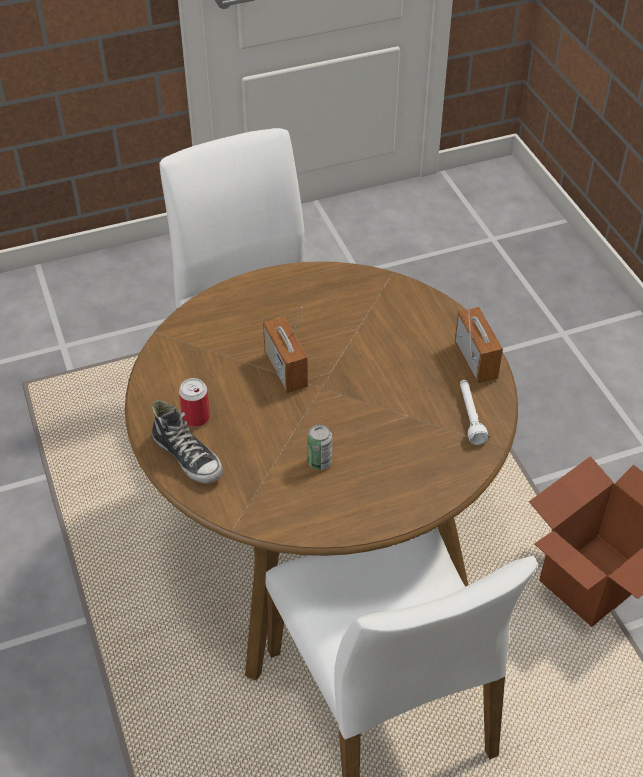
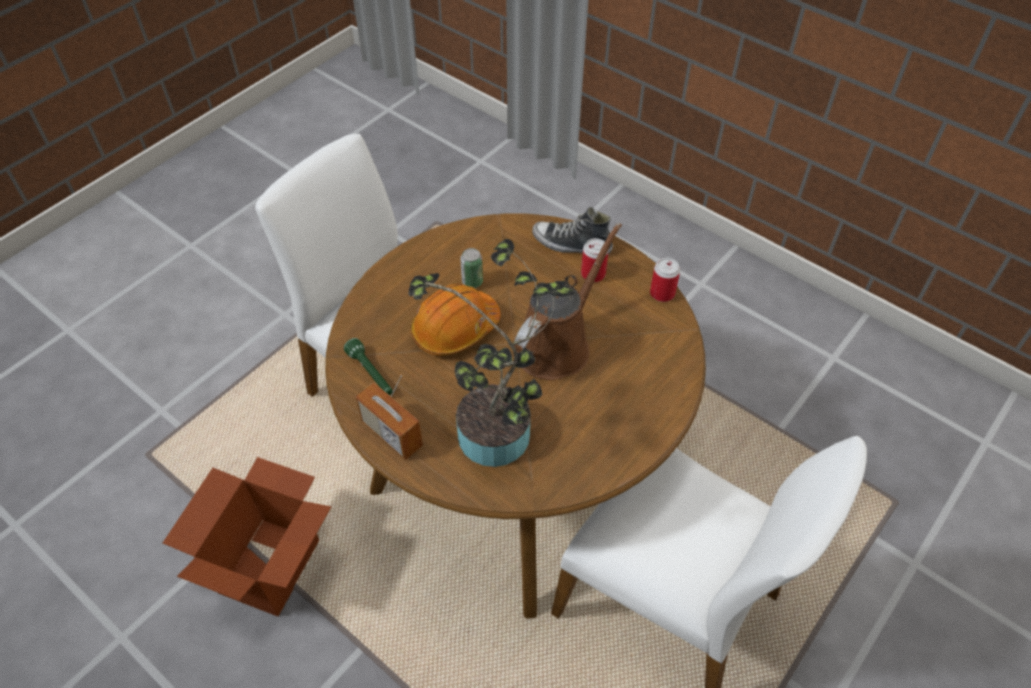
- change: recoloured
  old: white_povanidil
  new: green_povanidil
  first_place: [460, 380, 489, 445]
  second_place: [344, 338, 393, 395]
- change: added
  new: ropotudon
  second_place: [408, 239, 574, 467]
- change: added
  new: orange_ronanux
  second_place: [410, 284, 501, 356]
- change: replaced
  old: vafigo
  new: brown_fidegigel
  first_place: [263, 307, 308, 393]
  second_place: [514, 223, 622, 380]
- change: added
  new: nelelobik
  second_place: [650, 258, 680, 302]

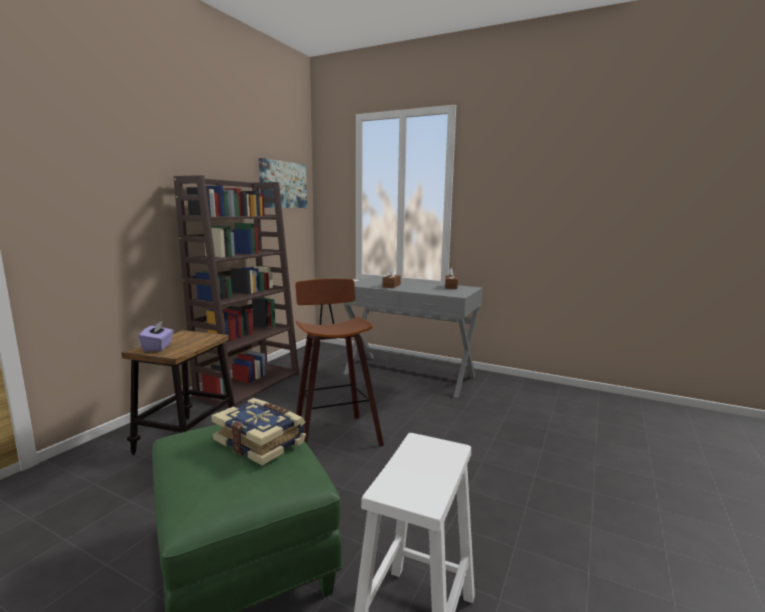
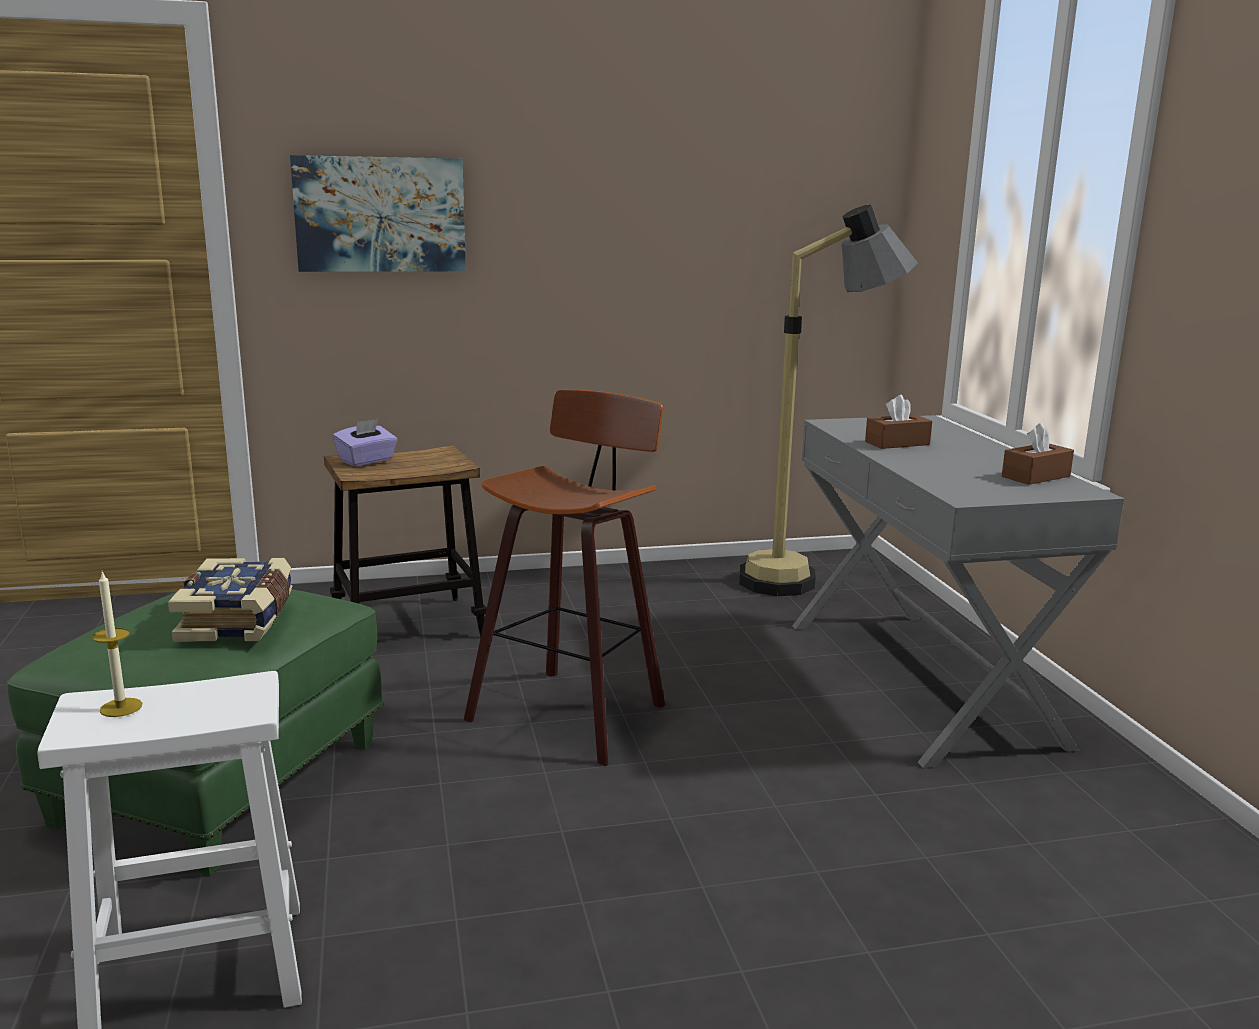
- change: added
  new: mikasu
  second_place: [92, 572, 142, 717]
- change: moved
  old: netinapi
  first_place: [259, 158, 307, 208]
  second_place: [290, 155, 466, 272]
- change: added
  new: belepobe
  second_place: [739, 204, 918, 596]
- change: removed
  old: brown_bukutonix
  first_place: [174, 175, 299, 408]

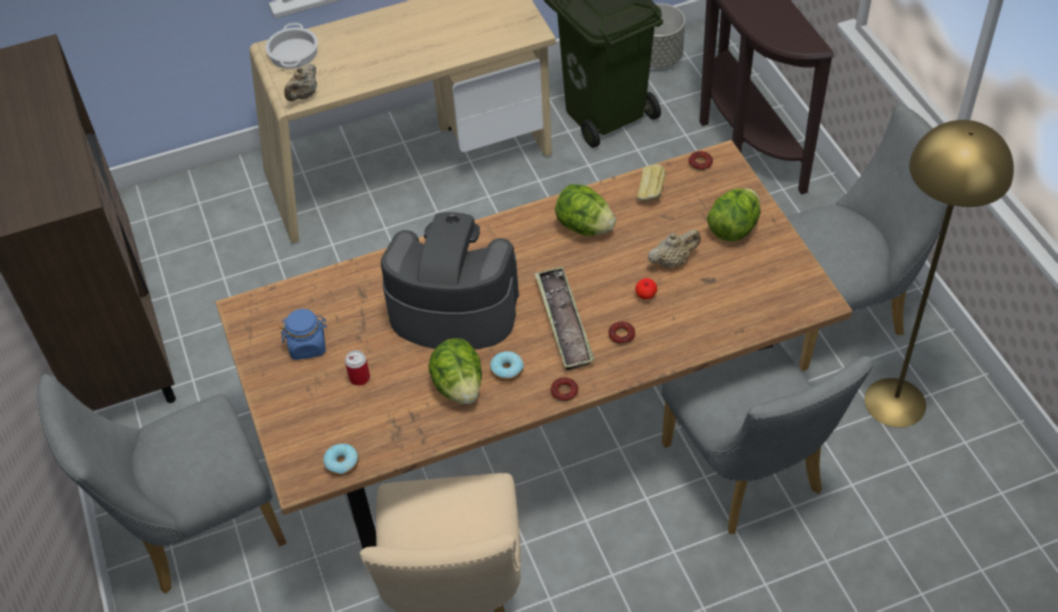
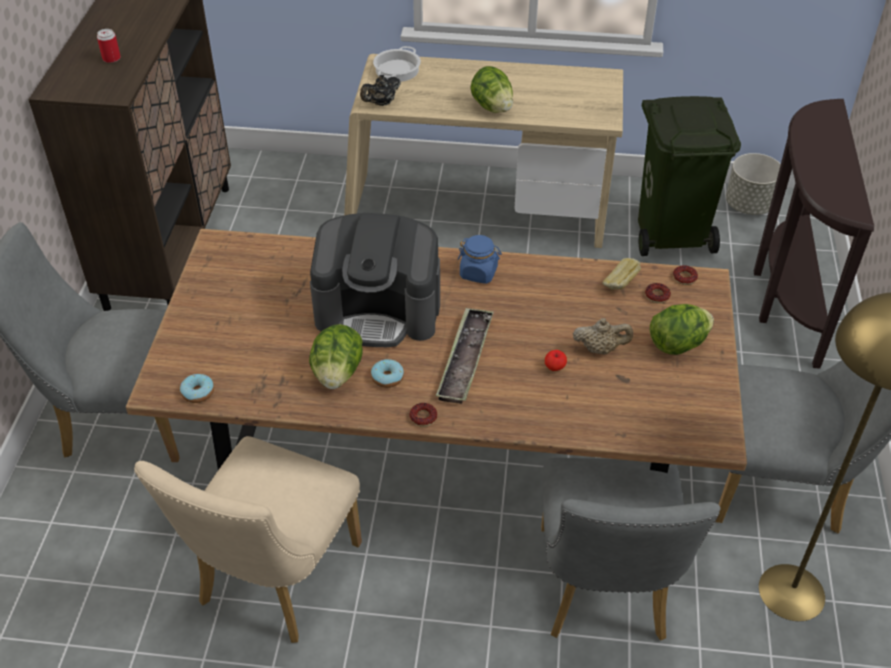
- change: moved
  old: nelelobik
  first_place: [345, 350, 370, 386]
  second_place: [97, 29, 121, 63]
- change: turned
  old: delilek
  first_place: [381, 212, 519, 350]
  second_place: [310, 213, 440, 347]
  degrees: 150
- change: recoloured
  old: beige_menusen
  new: black_menusen
  first_place: [284, 64, 317, 101]
  second_place: [360, 75, 401, 106]
- change: moved
  old: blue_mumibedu
  first_place: [280, 309, 327, 360]
  second_place: [458, 235, 502, 284]
- change: moved
  old: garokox
  first_place: [555, 184, 616, 236]
  second_place: [470, 66, 513, 113]
- change: moved
  old: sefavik
  first_place: [608, 321, 635, 345]
  second_place: [645, 283, 671, 303]

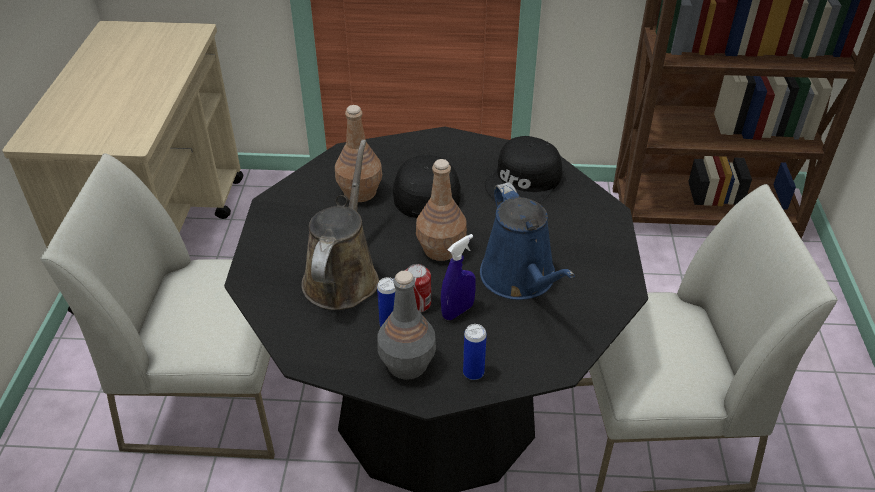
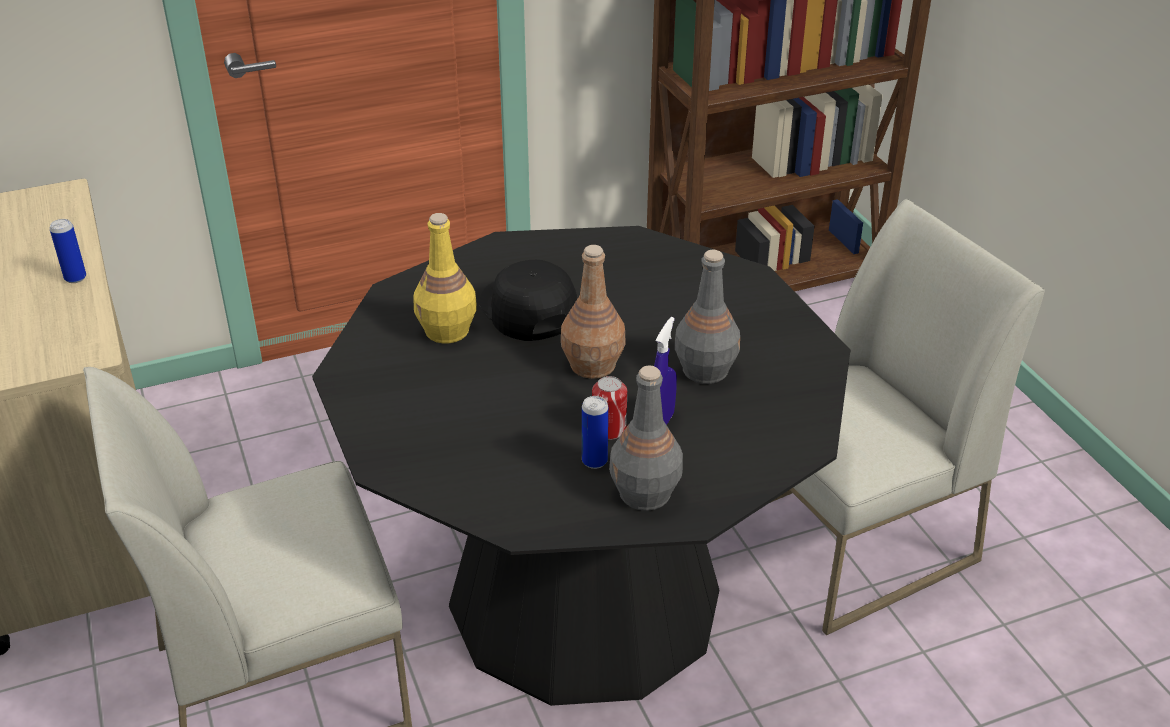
- change: moved
  old: nelelobik
  first_place: [463, 324, 487, 380]
  second_place: [50, 219, 86, 283]
- change: recoloured
  old: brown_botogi
  new: yellow_botogi
  first_place: [335, 105, 382, 202]
  second_place: [413, 213, 477, 344]
- change: replaced
  old: blue_fidegigel
  new: grey_botogi
  first_place: [480, 182, 575, 300]
  second_place: [675, 250, 740, 384]
- change: removed
  old: brown_fidegigel
  first_place: [301, 140, 379, 310]
- change: removed
  old: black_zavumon
  first_place: [485, 136, 562, 203]

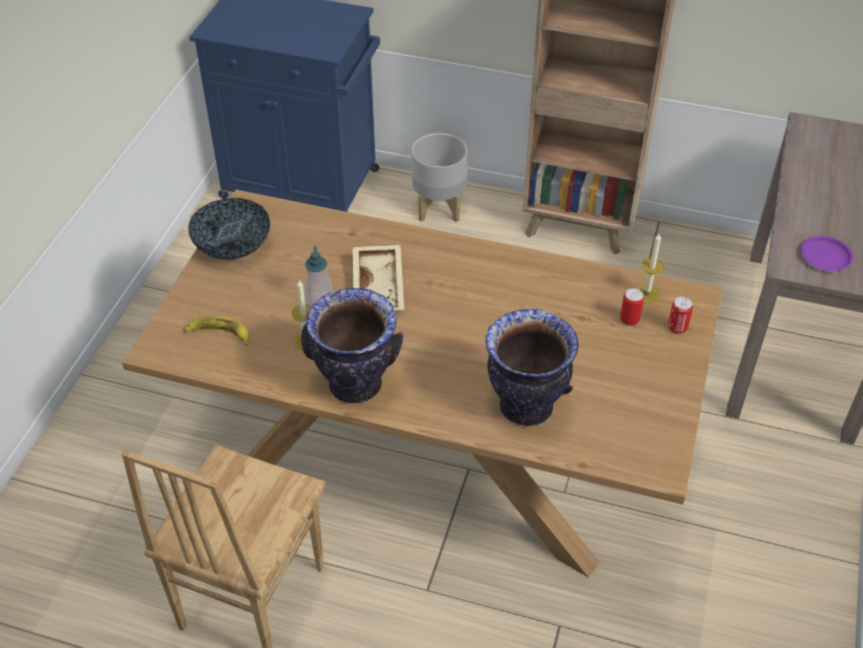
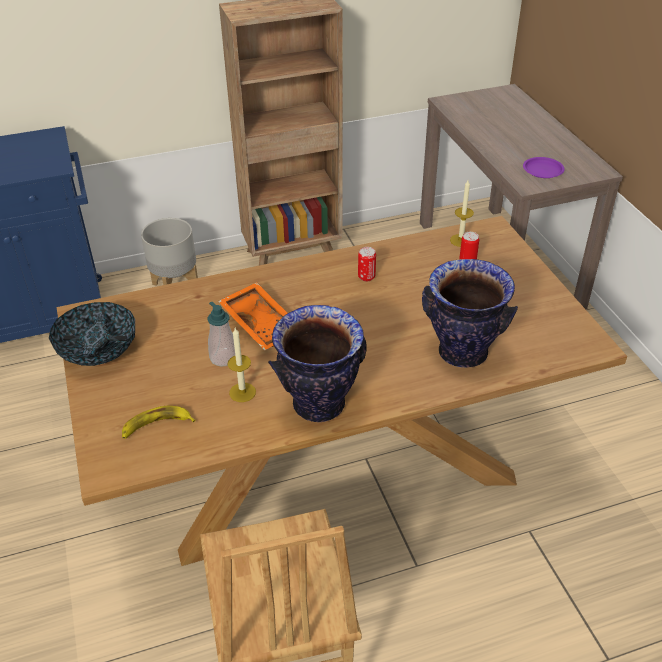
- change: recoloured
  old: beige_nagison
  new: orange_nagison
  first_place: [352, 245, 404, 311]
  second_place: [218, 282, 288, 351]
- change: moved
  old: nelelobik
  first_place: [668, 296, 693, 334]
  second_place: [358, 247, 376, 281]

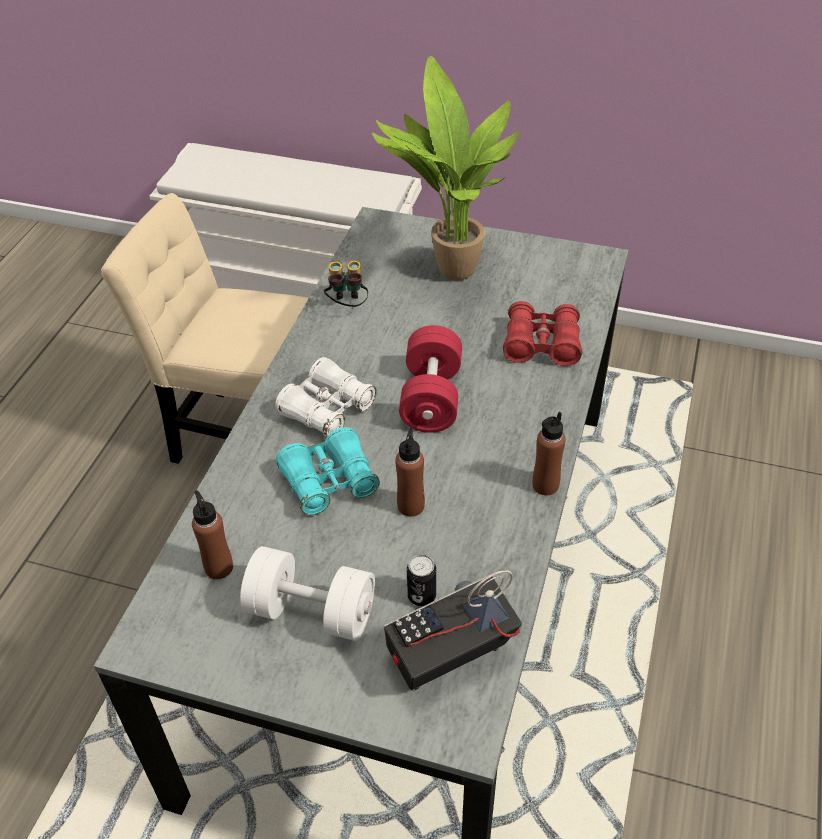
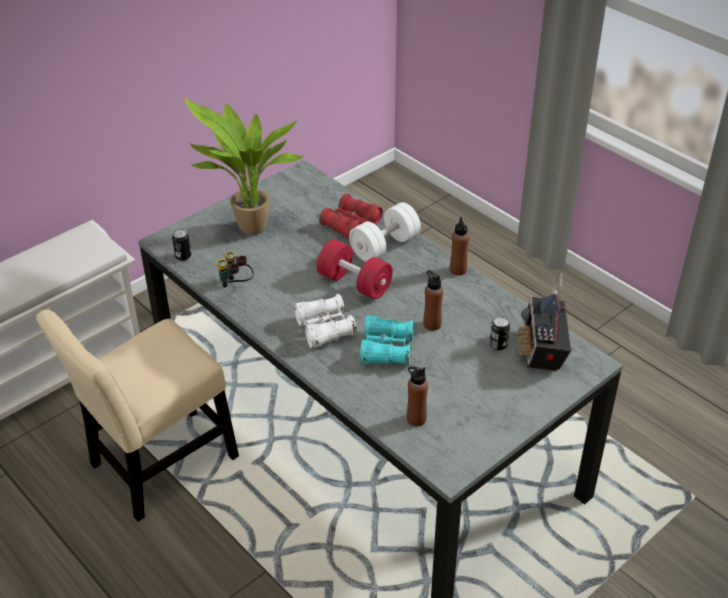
- change: added
  new: nelelobik
  second_place: [172, 229, 191, 261]
- change: moved
  old: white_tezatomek
  first_place: [240, 546, 375, 641]
  second_place: [349, 202, 421, 262]

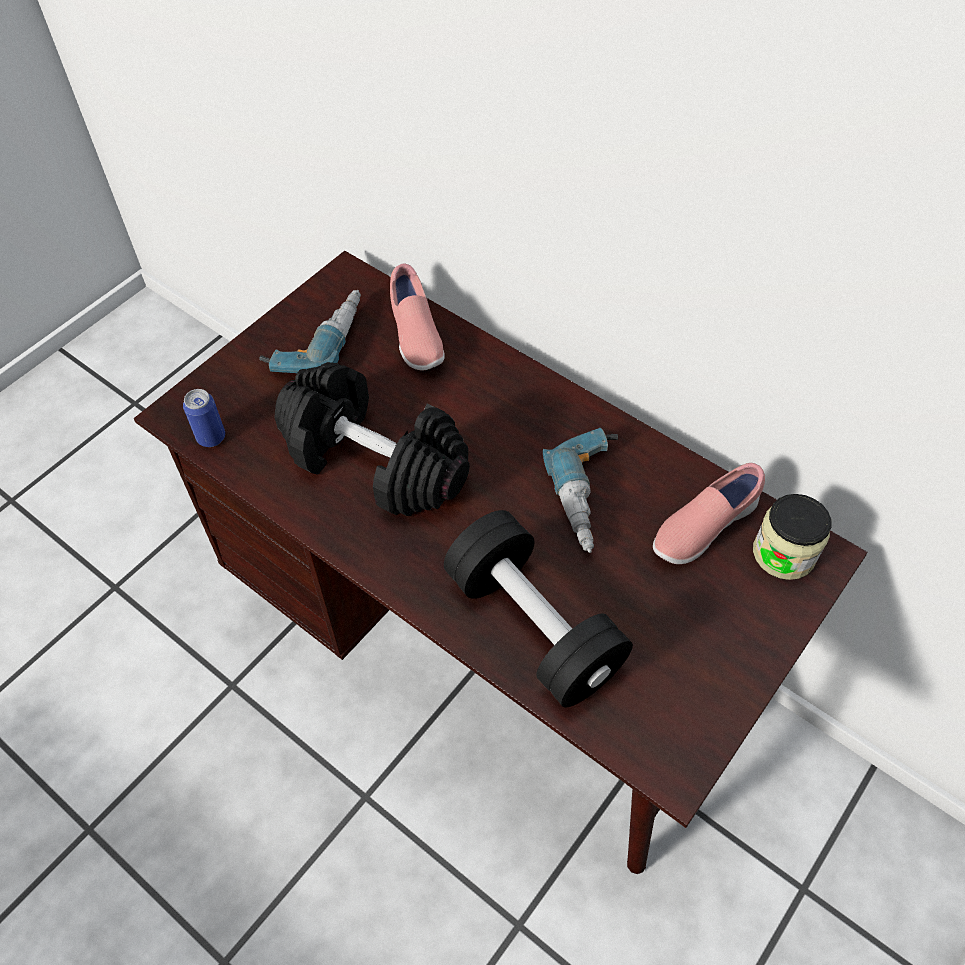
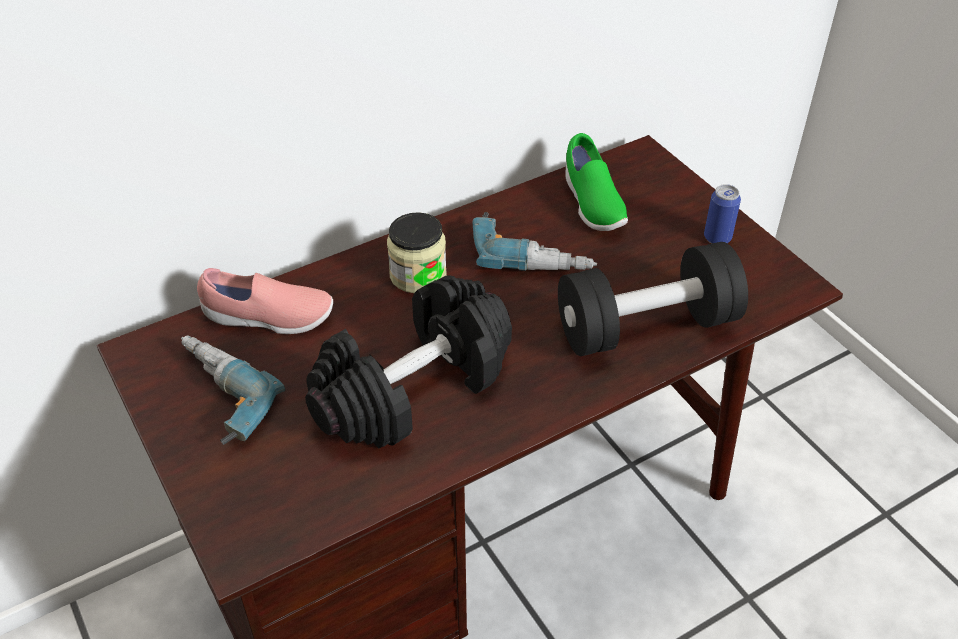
- change: moved
  old: mumibedu
  first_place: [753, 494, 832, 580]
  second_place: [387, 212, 447, 293]
- change: recoloured
  old: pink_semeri
  new: green_semeri
  first_place: [653, 463, 765, 564]
  second_place: [566, 133, 628, 231]
- change: moved
  old: nelelobik
  first_place: [183, 389, 225, 447]
  second_place: [704, 184, 741, 244]

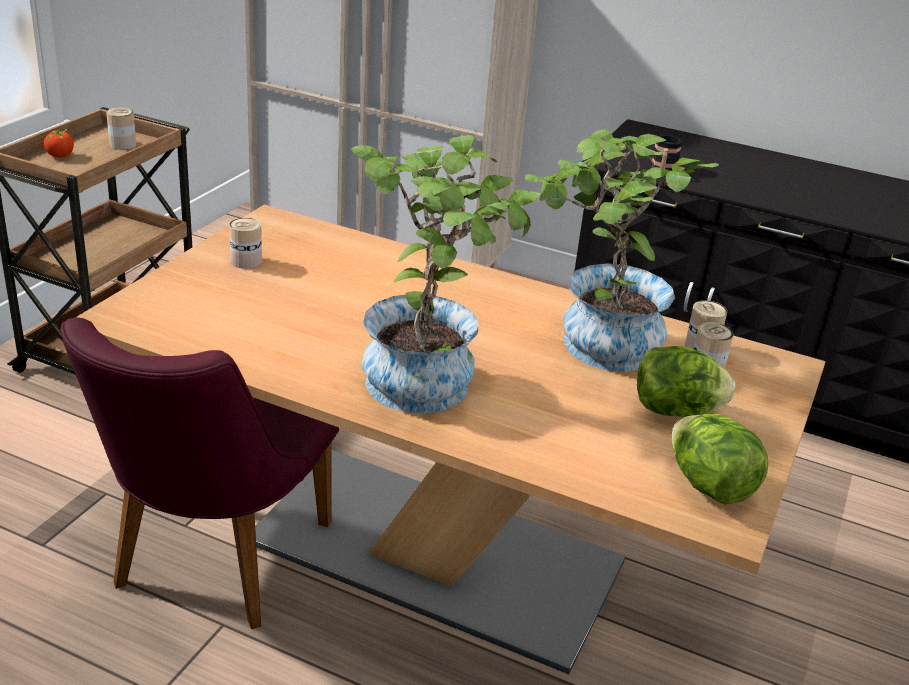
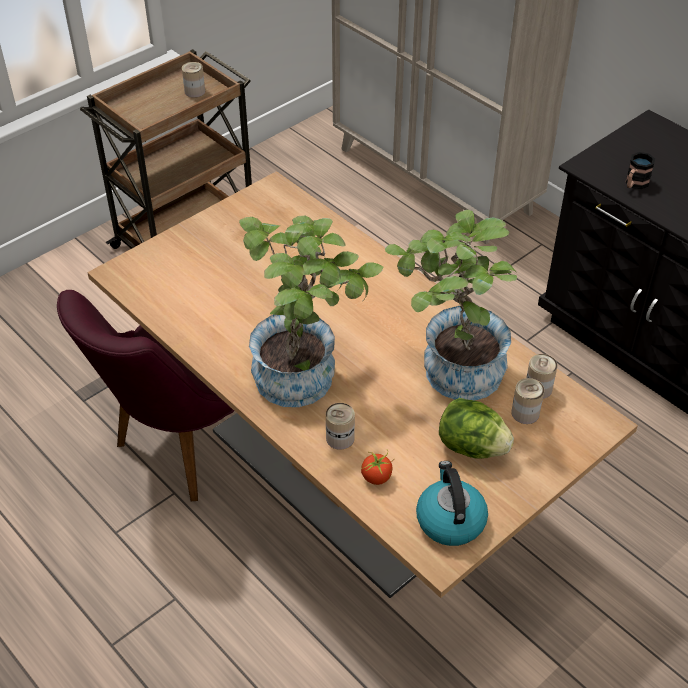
- change: moved
  old: nelelobik
  first_place: [229, 218, 262, 269]
  second_place: [326, 403, 355, 450]
- change: moved
  old: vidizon
  first_place: [43, 128, 74, 158]
  second_place: [361, 449, 395, 485]
- change: replaced
  old: garokox
  new: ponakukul
  first_place: [672, 414, 768, 505]
  second_place: [416, 461, 488, 546]

